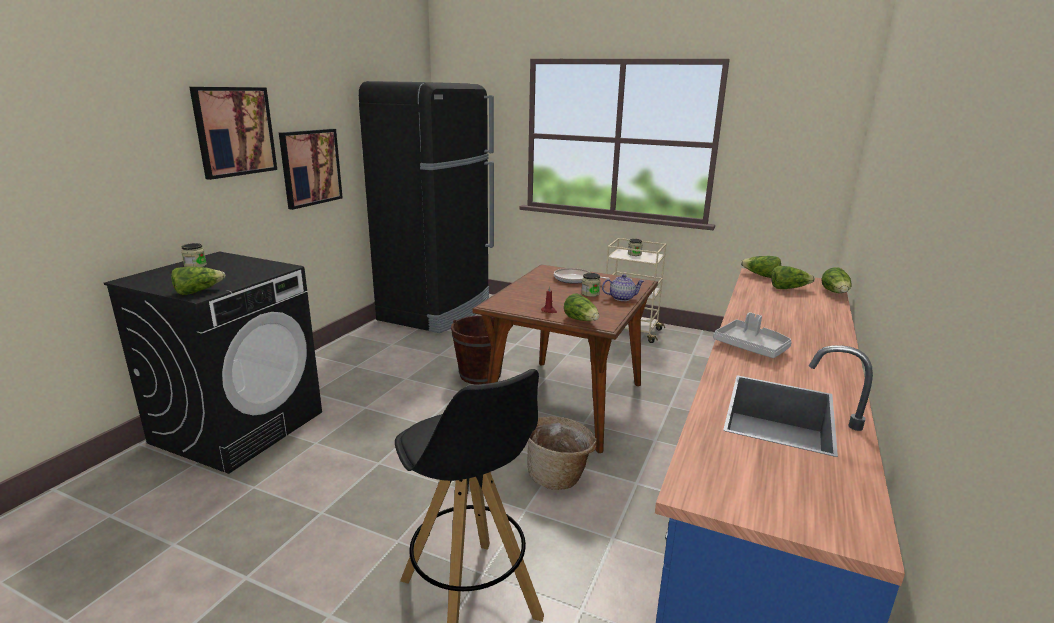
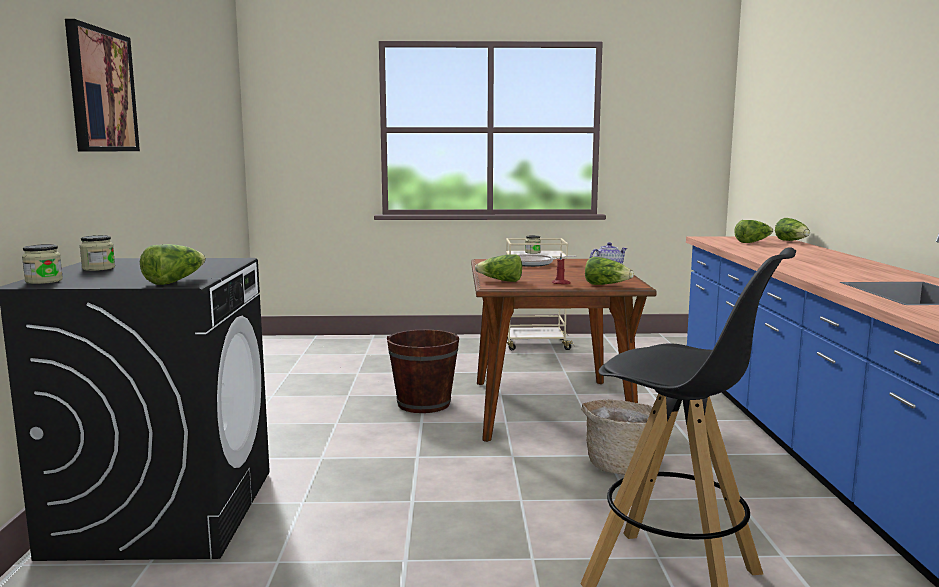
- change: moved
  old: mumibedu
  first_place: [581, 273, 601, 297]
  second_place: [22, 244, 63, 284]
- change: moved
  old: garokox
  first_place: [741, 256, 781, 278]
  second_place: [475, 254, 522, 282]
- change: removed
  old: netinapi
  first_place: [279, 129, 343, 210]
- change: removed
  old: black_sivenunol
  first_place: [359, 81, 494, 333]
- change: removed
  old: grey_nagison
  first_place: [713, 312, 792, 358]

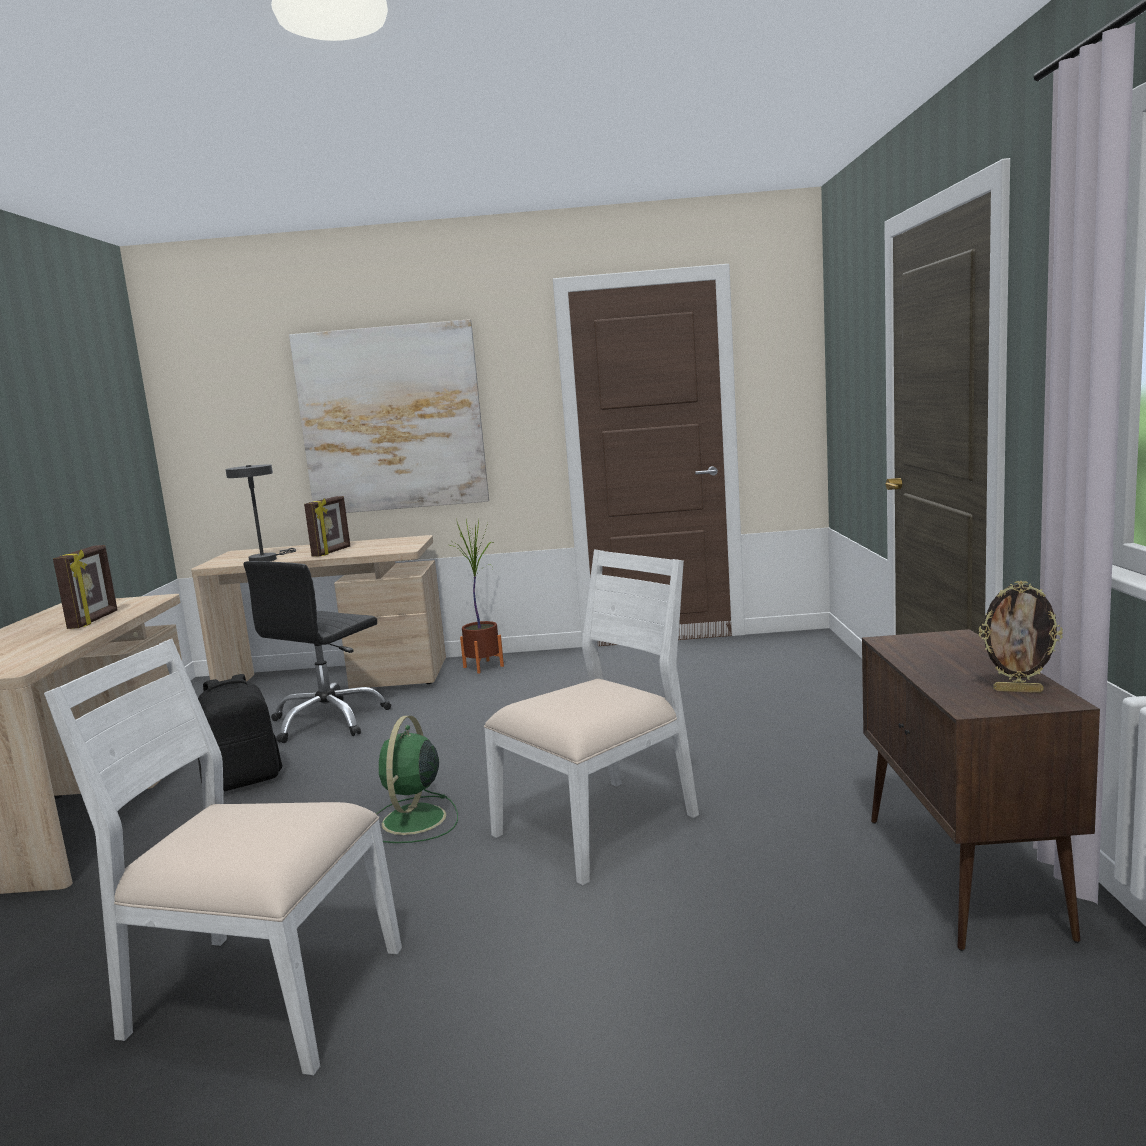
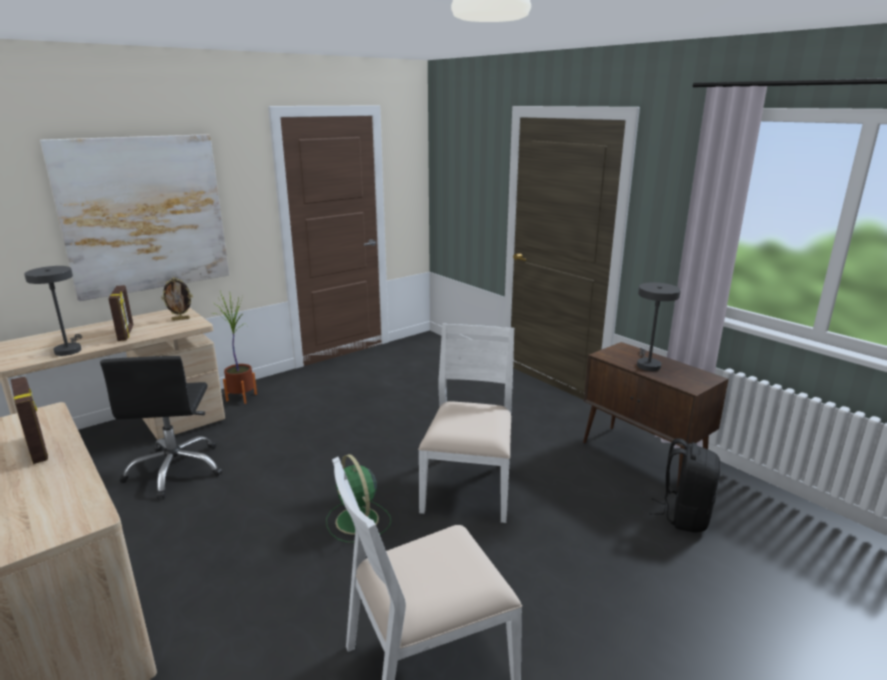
- change: moved
  old: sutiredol
  first_place: [978, 581, 1063, 693]
  second_place: [161, 278, 193, 321]
- change: added
  new: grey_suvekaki
  second_place: [637, 282, 681, 371]
- change: moved
  old: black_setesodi
  first_place: [198, 674, 282, 792]
  second_place: [649, 438, 720, 533]

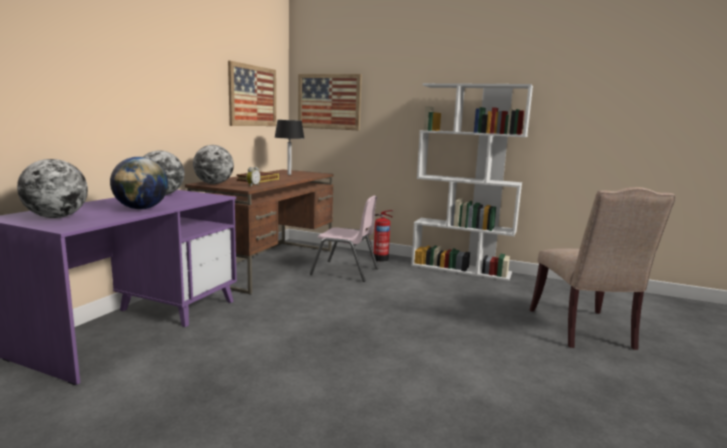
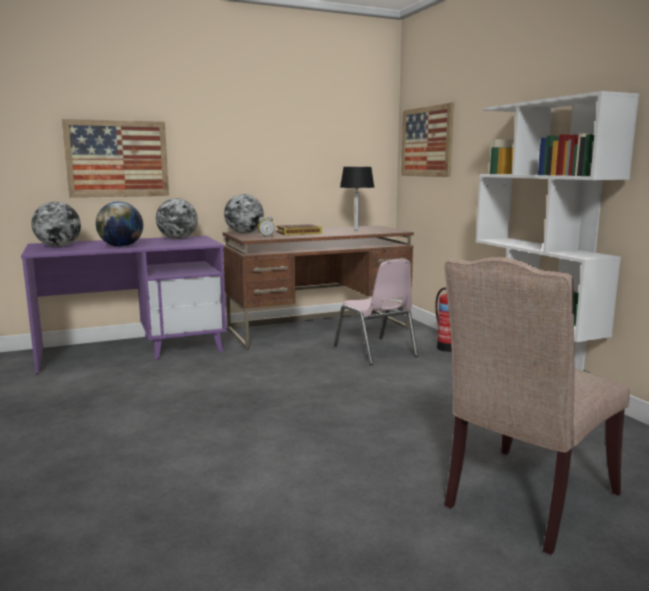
- change: moved
  old: netinapi
  first_place: [228, 61, 276, 126]
  second_place: [62, 119, 169, 198]

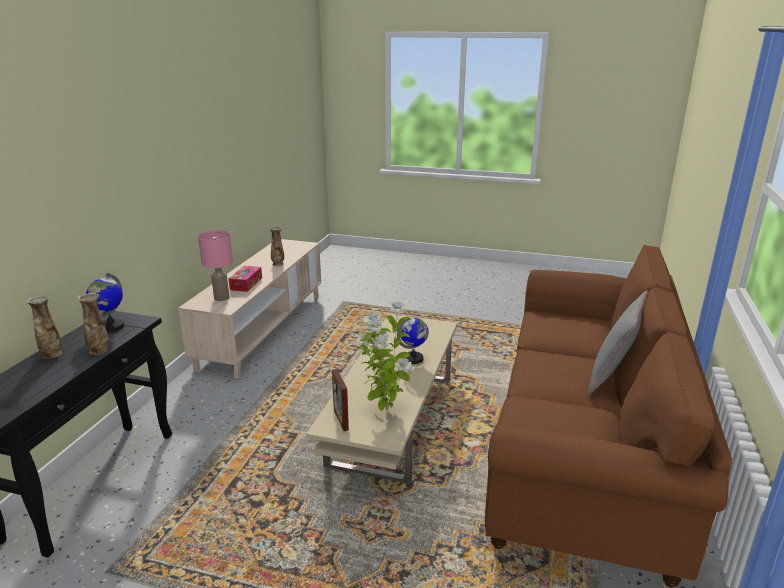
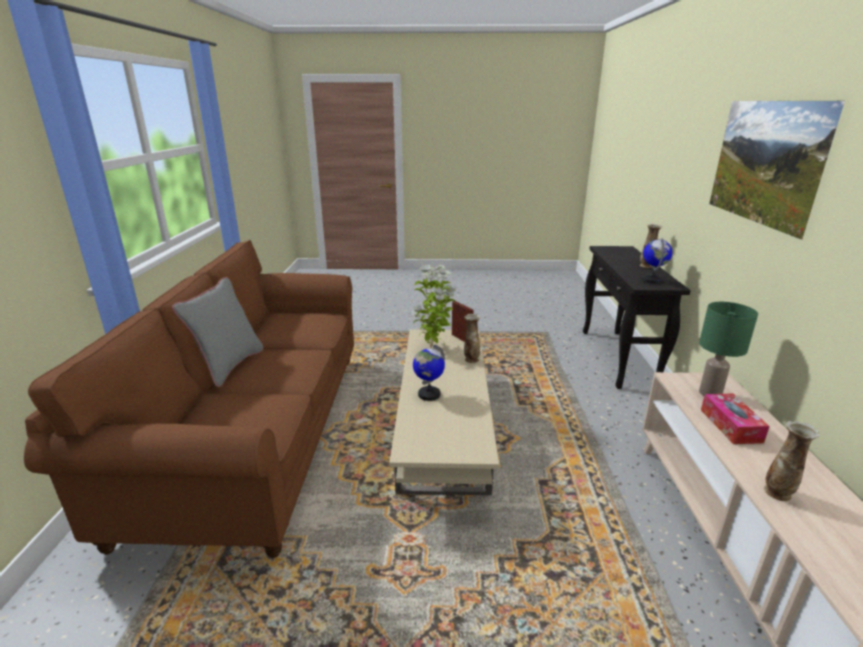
- change: moved
  old: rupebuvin
  first_place: [77, 292, 108, 355]
  second_place: [464, 314, 480, 363]
- change: recoloured
  old: pink_suvekaki
  new: green_suvekaki
  first_place: [198, 230, 233, 301]
  second_place: [699, 302, 758, 396]
- change: added
  new: netinapi
  second_place: [709, 101, 845, 240]

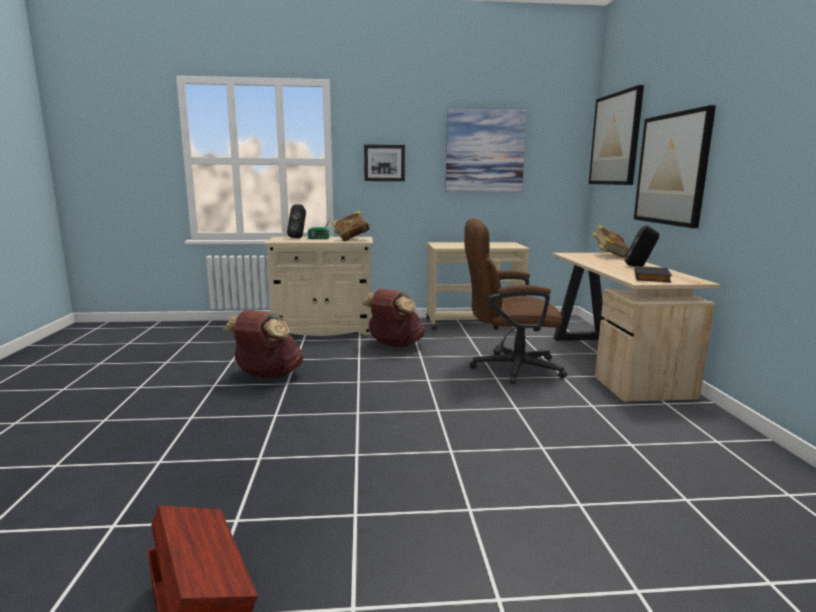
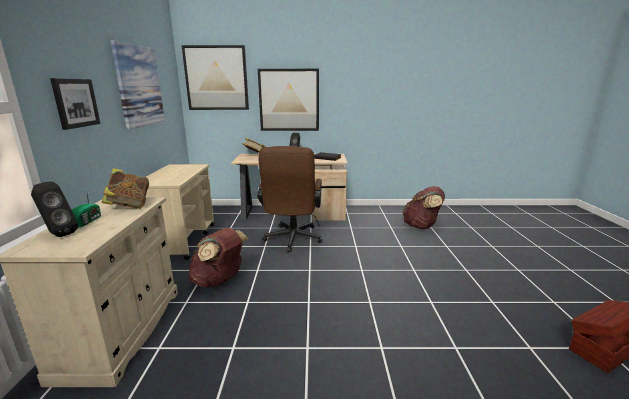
- change: moved
  old: brown_setesodi
  first_place: [223, 310, 303, 379]
  second_place: [403, 186, 445, 229]

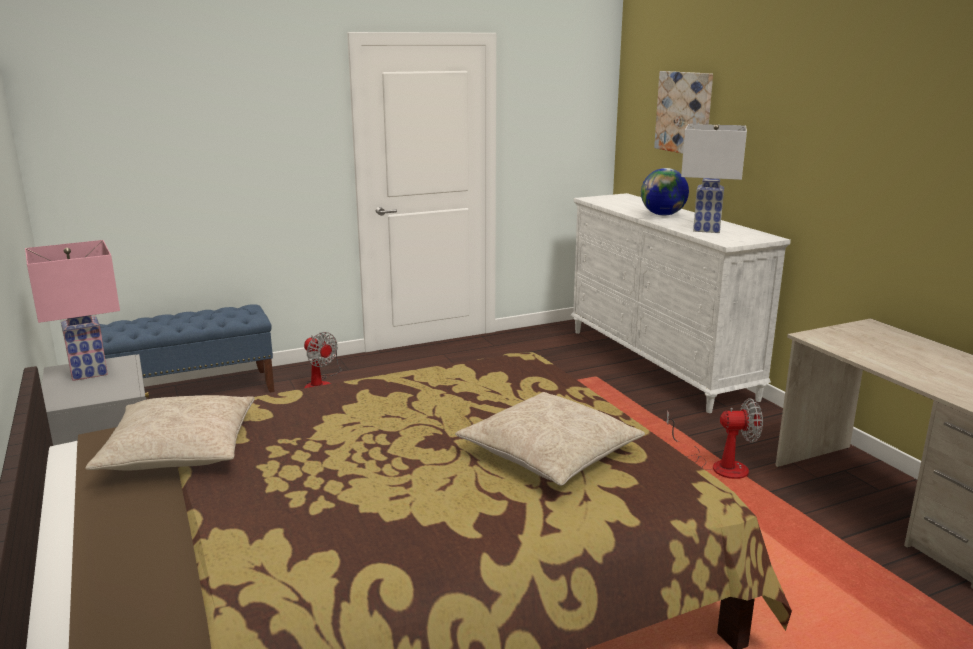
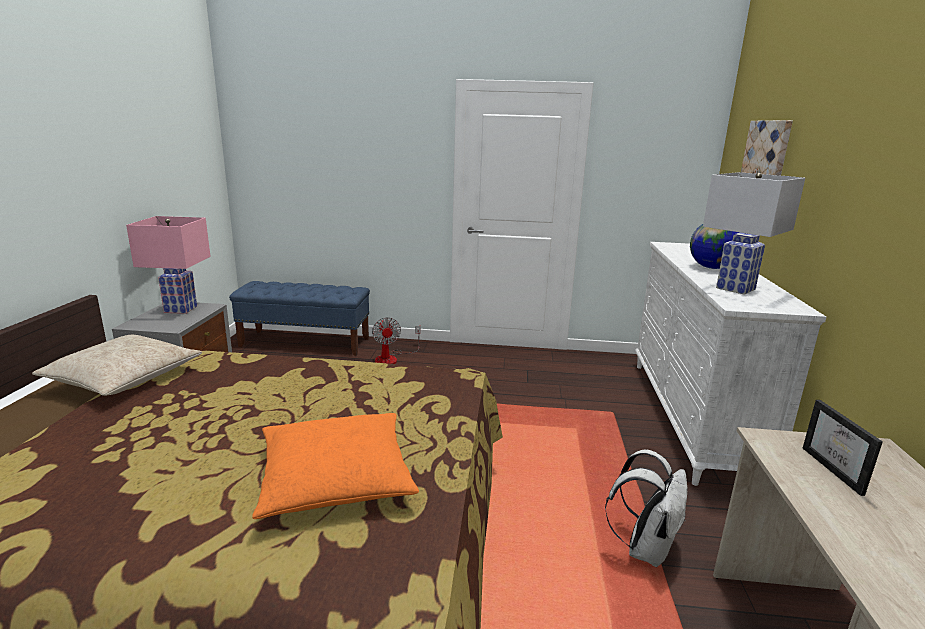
- change: recoloured
  old: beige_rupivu
  new: orange_rupivu
  first_place: [455, 392, 645, 486]
  second_place: [252, 413, 419, 519]
- change: replaced
  old: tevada
  new: white_setesodi
  first_place: [666, 398, 763, 479]
  second_place: [605, 449, 687, 567]
- change: added
  new: sutiredol
  second_place: [803, 400, 883, 496]

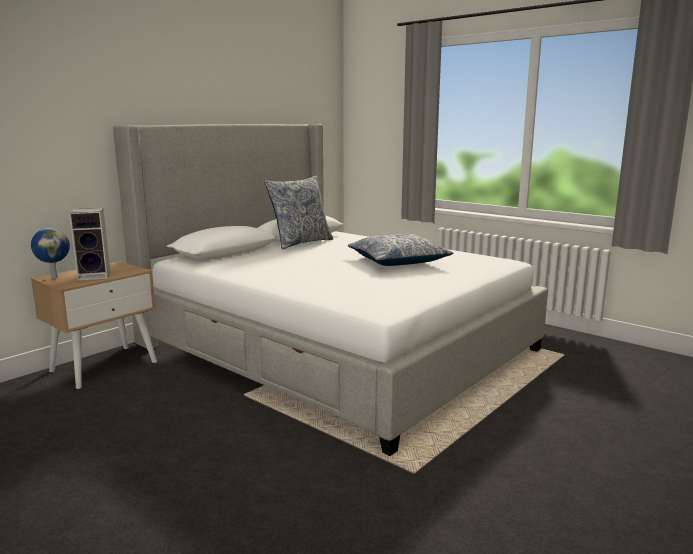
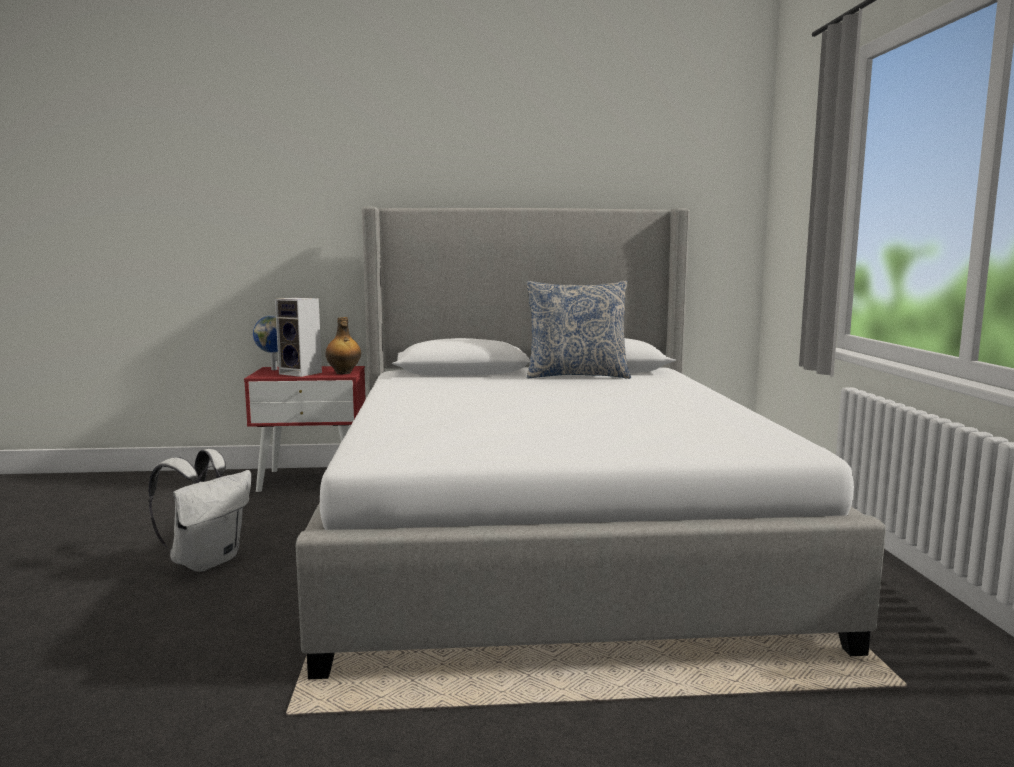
- change: added
  new: white_setesodi
  second_place: [148, 449, 251, 572]
- change: recoloured
  old: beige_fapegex
  new: red_fapegex
  first_place: [31, 261, 157, 389]
  second_place: [244, 366, 366, 492]
- change: added
  new: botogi
  second_place: [326, 317, 361, 374]
- change: removed
  old: rupivu
  first_place: [348, 234, 453, 266]

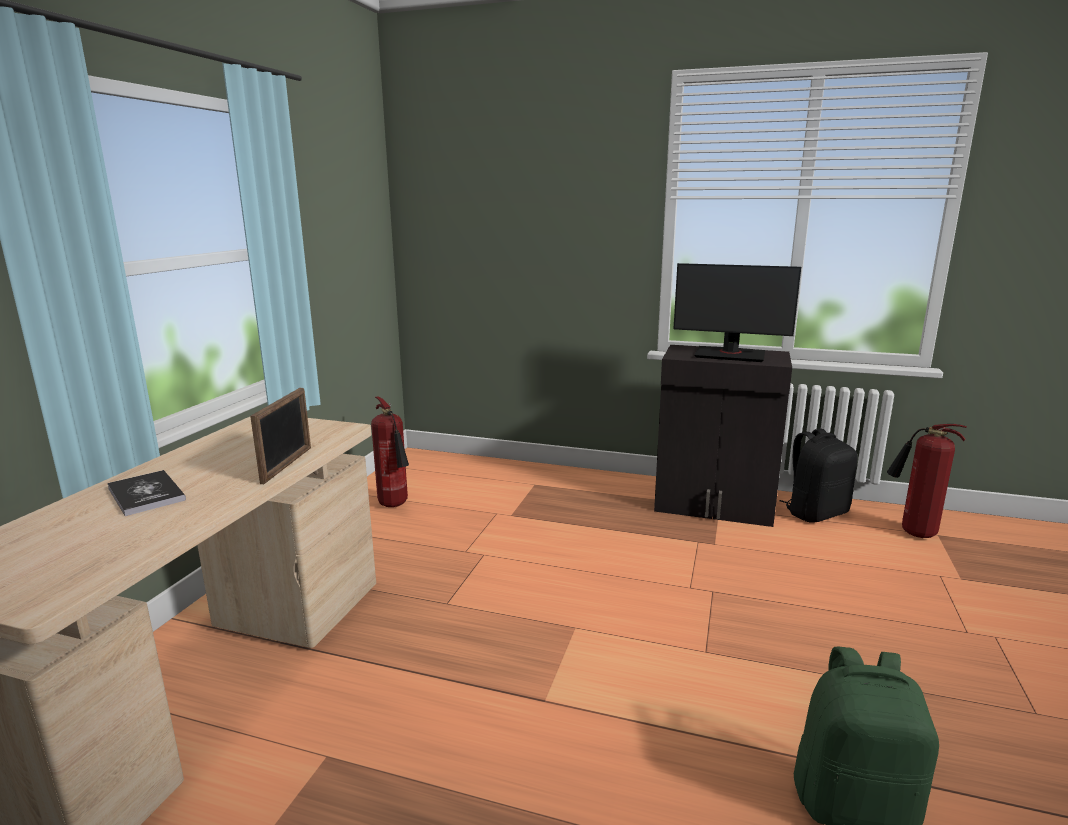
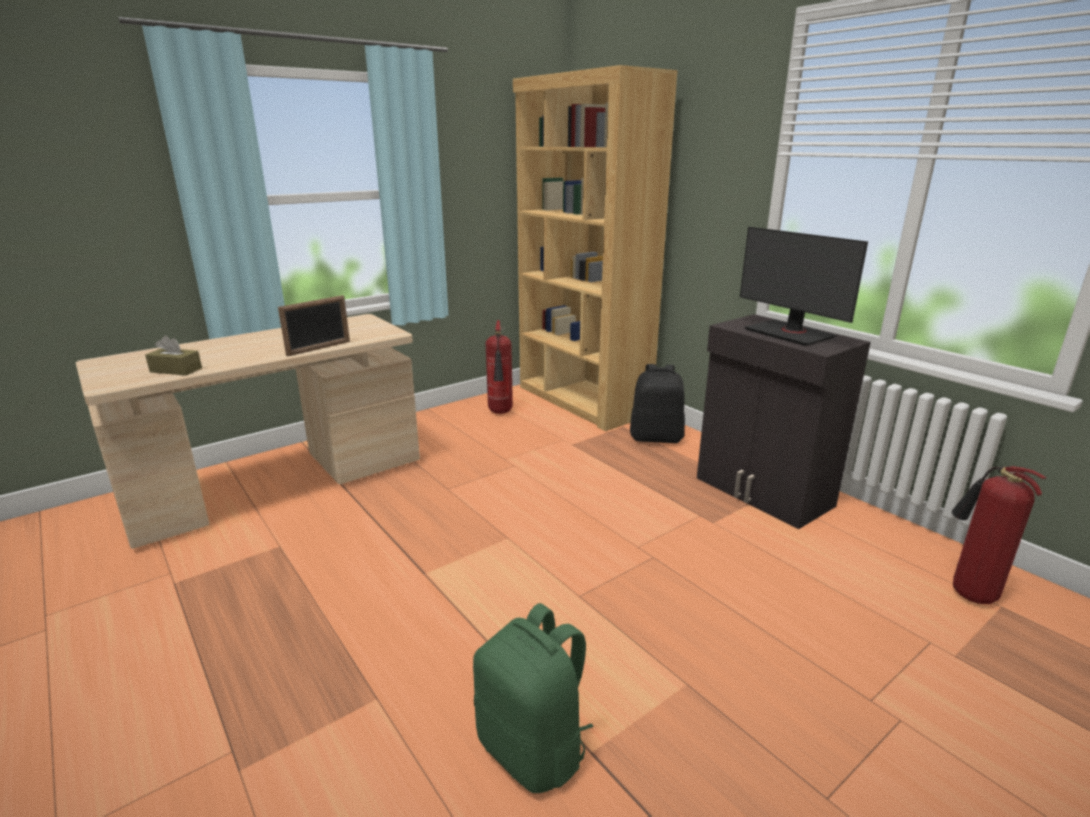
- change: added
  new: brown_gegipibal
  second_place: [145, 335, 202, 376]
- change: added
  new: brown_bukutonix
  second_place: [513, 65, 678, 431]
- change: moved
  old: black_setesodi
  first_place: [779, 428, 858, 523]
  second_place: [630, 364, 685, 443]
- change: removed
  old: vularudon
  first_place: [107, 470, 186, 516]

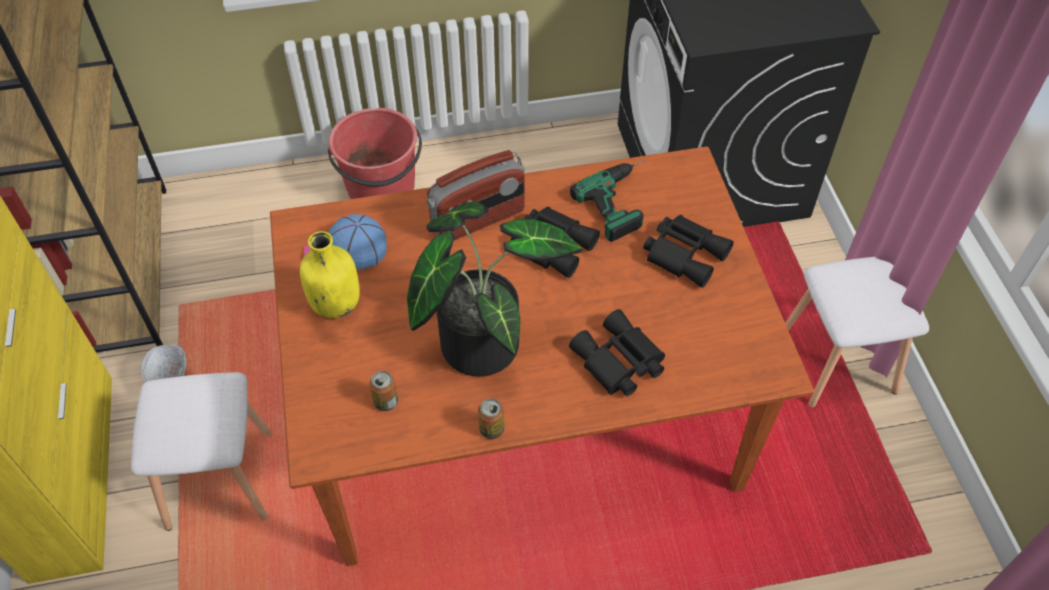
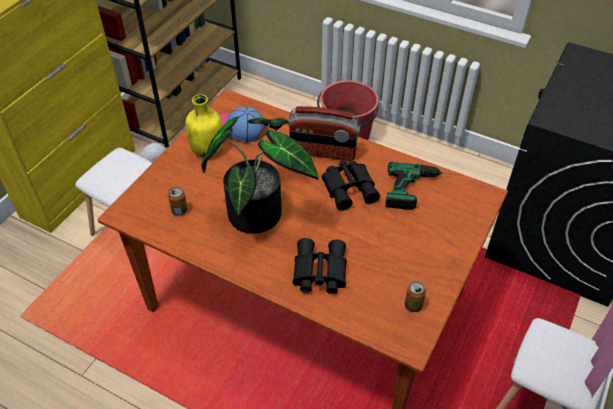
- change: moved
  old: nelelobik
  first_place: [478, 398, 504, 439]
  second_place: [405, 281, 426, 312]
- change: removed
  old: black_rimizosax
  first_place: [643, 215, 734, 288]

